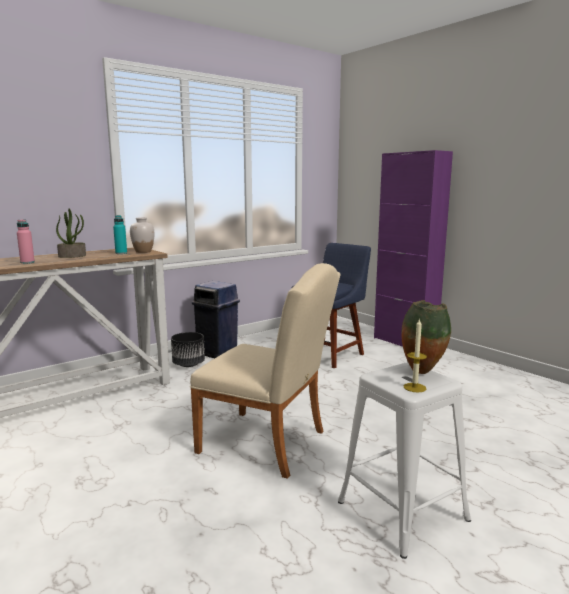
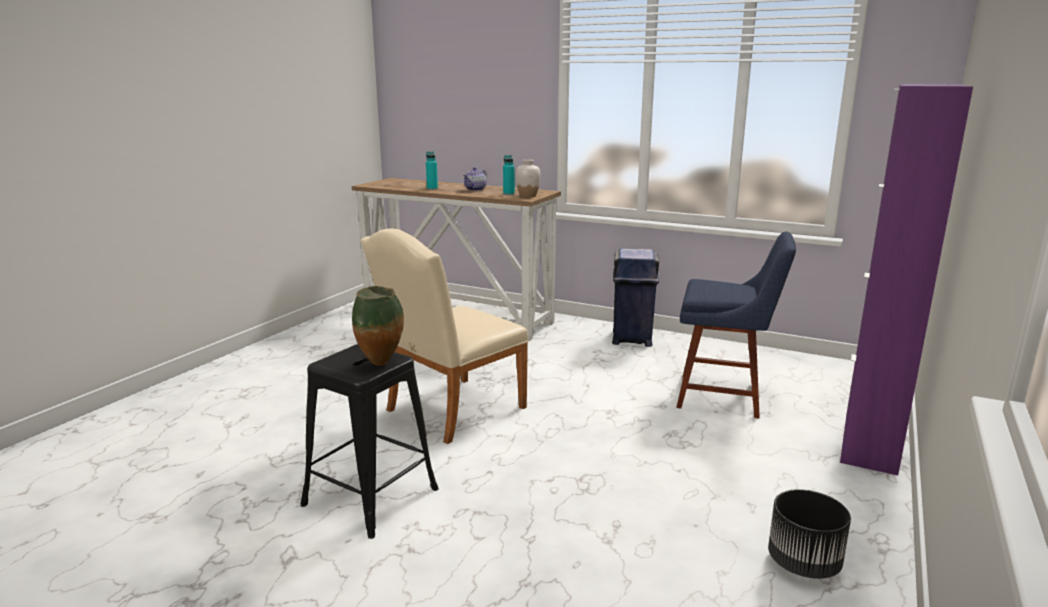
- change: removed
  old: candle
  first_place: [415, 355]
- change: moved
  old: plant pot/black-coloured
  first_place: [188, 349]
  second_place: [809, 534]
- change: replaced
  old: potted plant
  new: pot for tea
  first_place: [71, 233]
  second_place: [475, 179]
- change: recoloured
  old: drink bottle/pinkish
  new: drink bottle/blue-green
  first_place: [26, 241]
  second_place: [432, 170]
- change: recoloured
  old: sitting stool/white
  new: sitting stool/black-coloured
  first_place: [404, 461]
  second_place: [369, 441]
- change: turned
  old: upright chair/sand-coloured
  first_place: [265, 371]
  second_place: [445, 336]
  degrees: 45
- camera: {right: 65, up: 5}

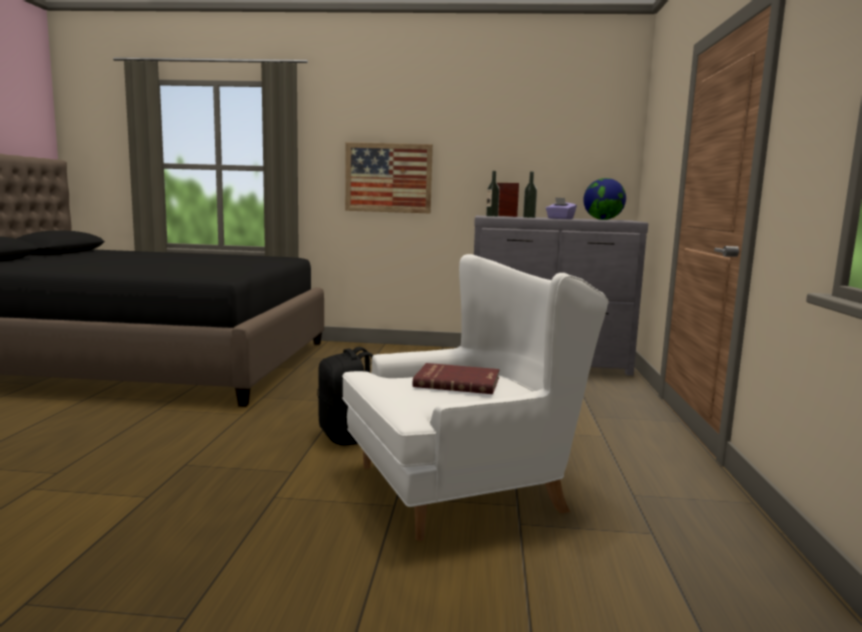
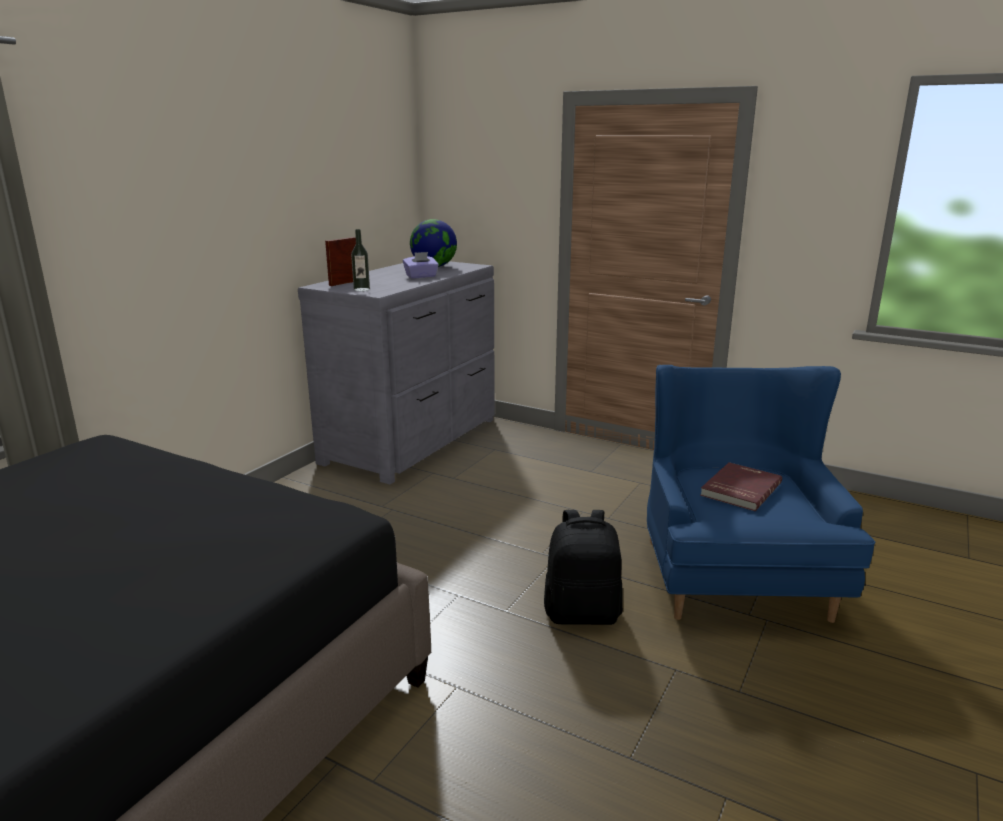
- change: removed
  old: wall art
  first_place: [389, 177]
- change: removed
  old: drink bottle
  first_place: [530, 194]
- change: recoloured
  old: easy chair/white
  new: easy chair/blue
  first_place: [475, 397]
  second_place: [761, 494]
- camera: {right: -65, up: 10}

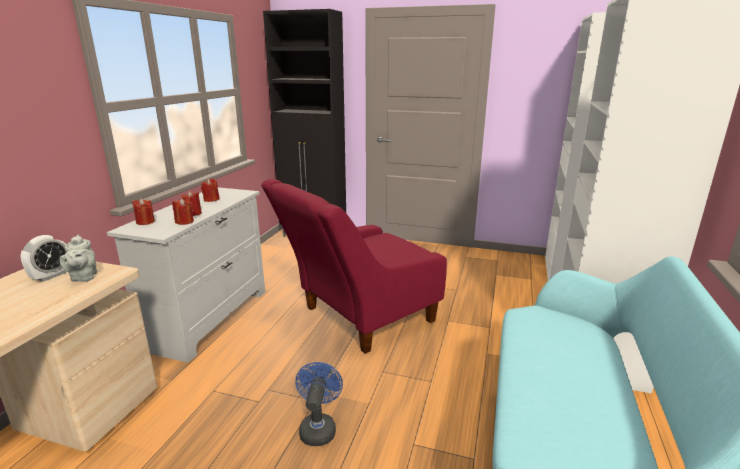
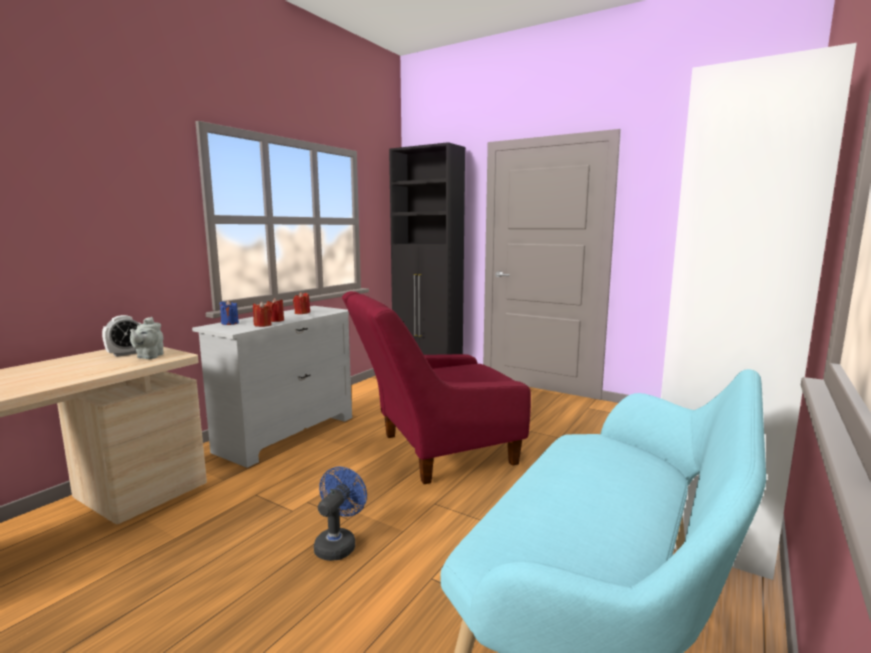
- change: recoloured
  old: candle/red
  new: candle/blue
  first_place: [143, 211]
  second_place: [229, 312]
- camera: {right: 15, up: -10}

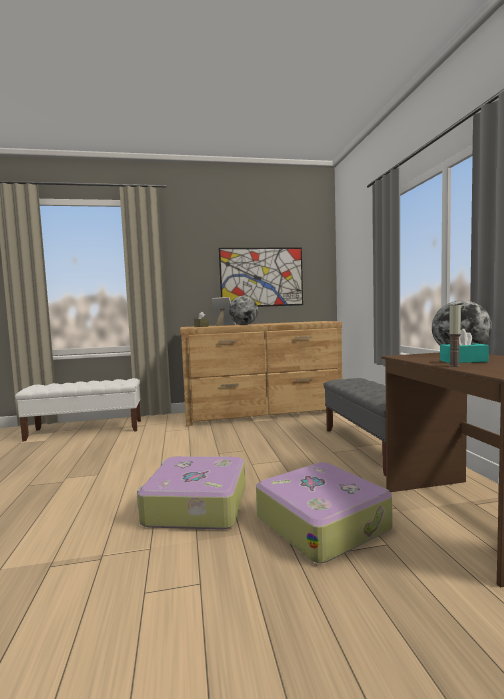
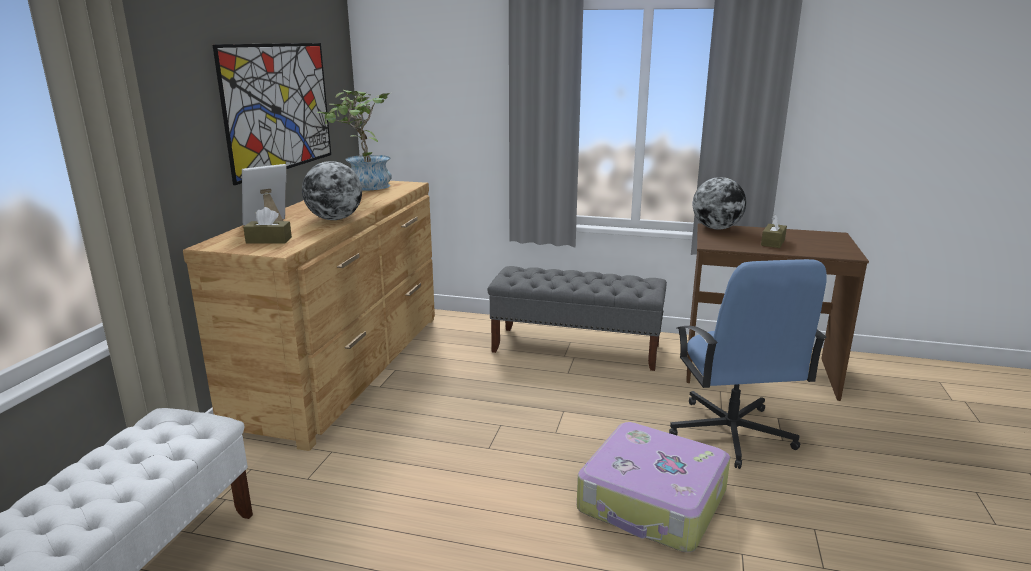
- change: removed
  old: candle
  first_place: [455, 336]
- change: added
  new: potted plant
  second_place: [354, 140]
- change: replaced
  old: travel case
  new: computer chair/blue
  first_place: [324, 512]
  second_place: [748, 364]
- change: recoloured
  old: box of tissues/blue-green
  new: box of tissues/brownish
  first_place: [464, 346]
  second_place: [774, 231]
- camera: {right: -65, up: 15}

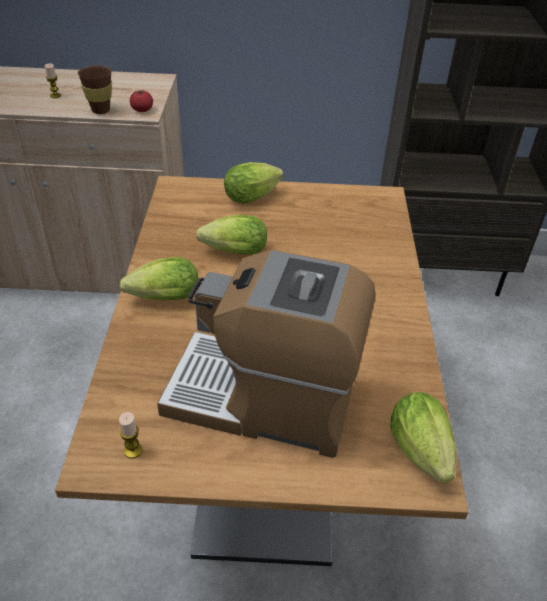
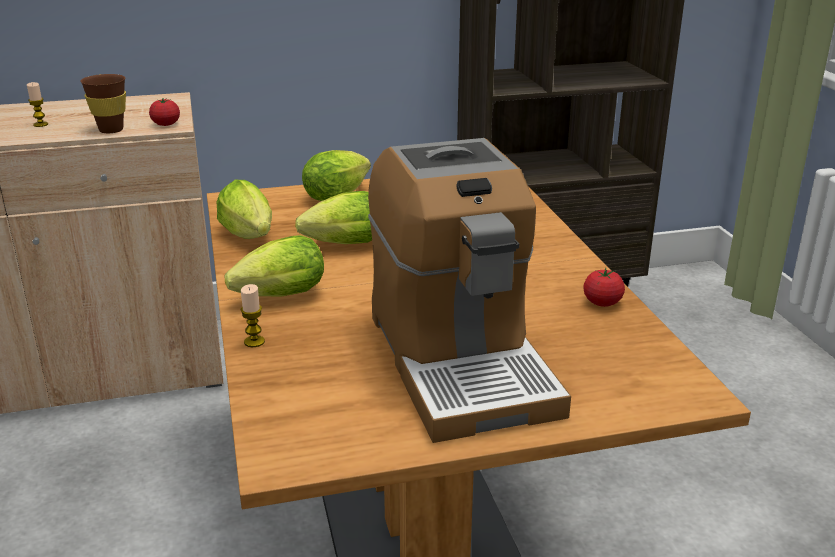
- change: added
  new: fresh tomato
  second_place: [604, 287]
- change: moved
  old: candle
  first_place: [130, 435]
  second_place: [253, 315]
- change: moved
  old: lettuce head
  first_place: [423, 437]
  second_place: [244, 209]
- change: turned
  old: coffee machine
  first_place: [266, 354]
  second_place: [469, 290]
  degrees: -105
- camera: {right: -15, up: -15}

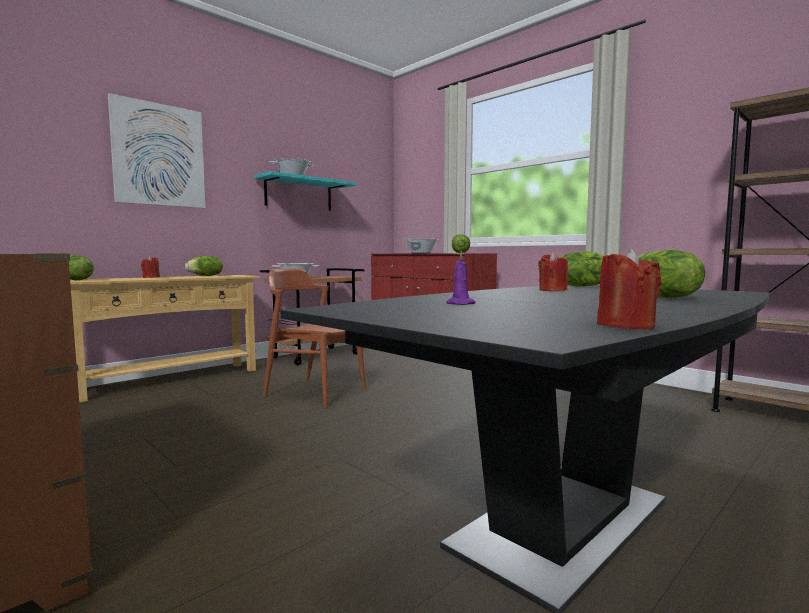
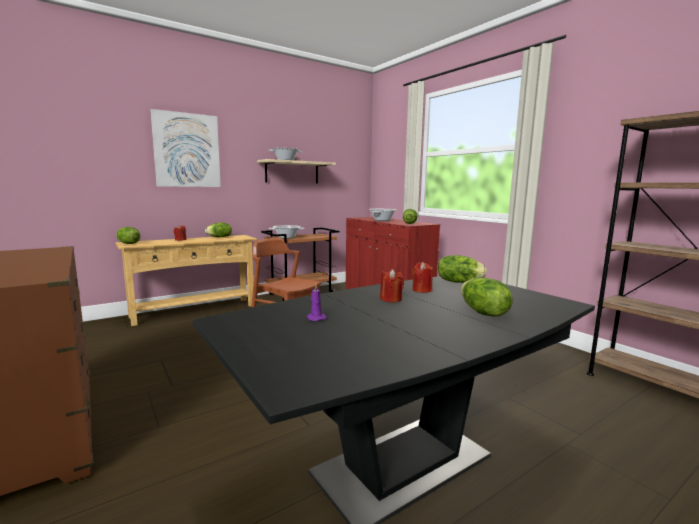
- change: moved
  old: candle/red
  first_place: [629, 289]
  second_place: [392, 286]
- change: recoloured
  old: bracket shelf/blue-green
  new: bracket shelf/sand-coloured
  first_place: [305, 191]
  second_place: [296, 171]
- camera: {right: 10, up: 5}

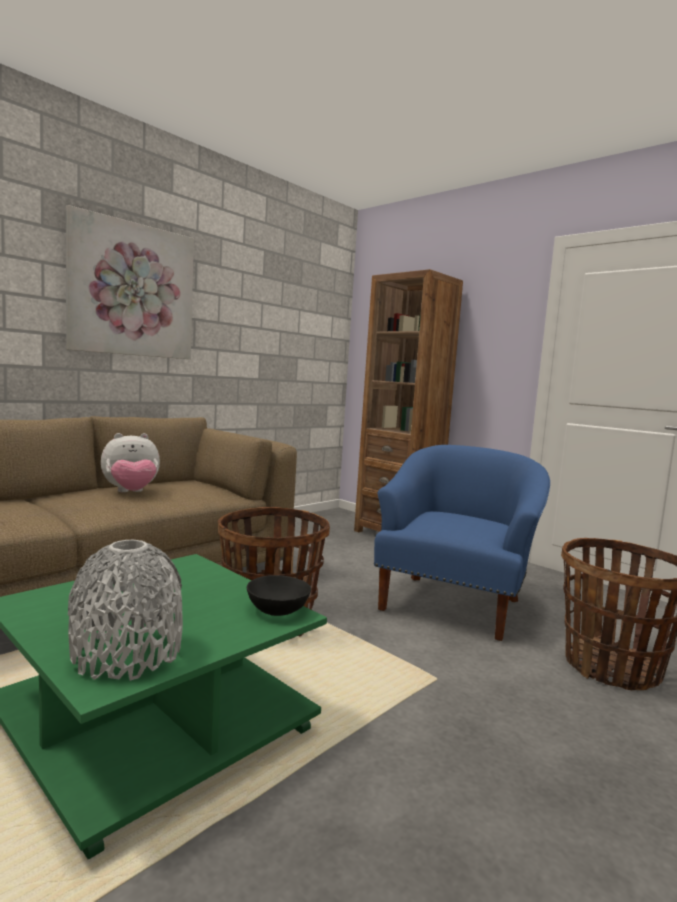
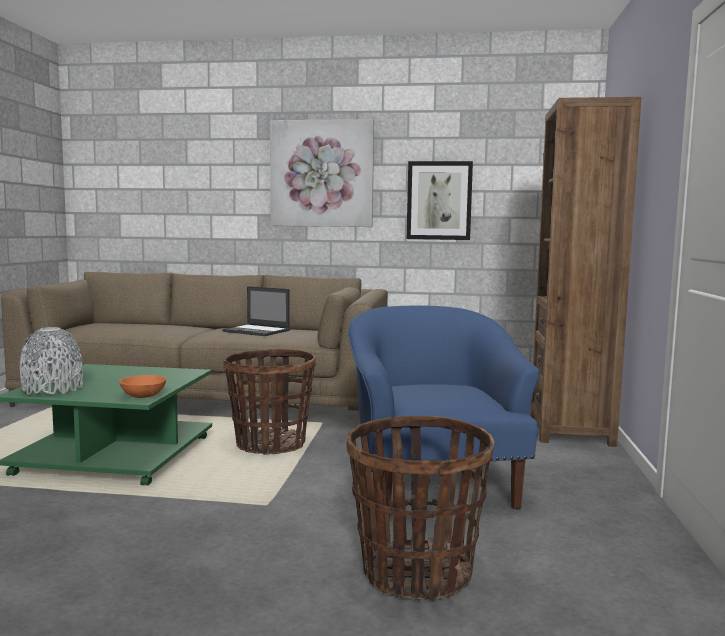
- change: added
  new: wall art
  second_place: [440, 200]
- change: replaced
  old: plush toy
  new: portable computer
  first_place: [130, 462]
  second_place: [256, 311]
- change: recoloured
  old: serving bowl/black-coloured
  new: serving bowl/orange-coloured
  first_place: [279, 595]
  second_place: [142, 386]
- change: turned
  old: easy chair/blue
  first_place: [462, 543]
  second_place: [444, 411]
  degrees: -90
- camera: {right: 55, up: 0}

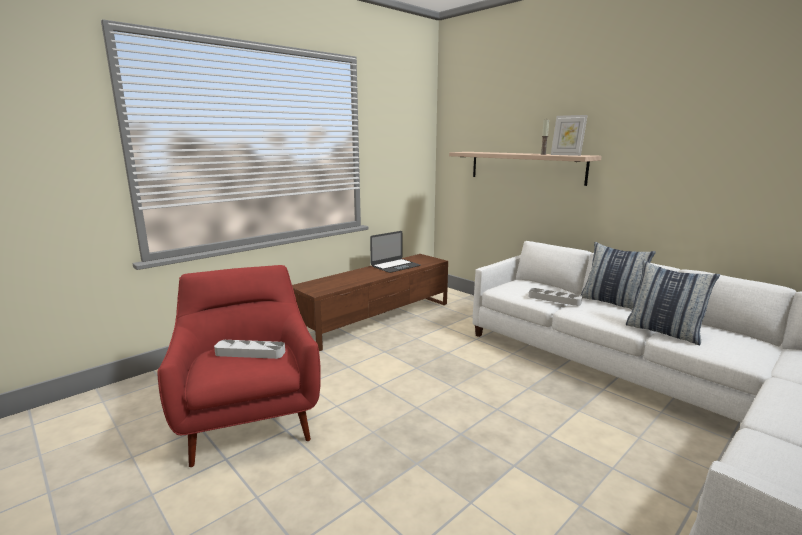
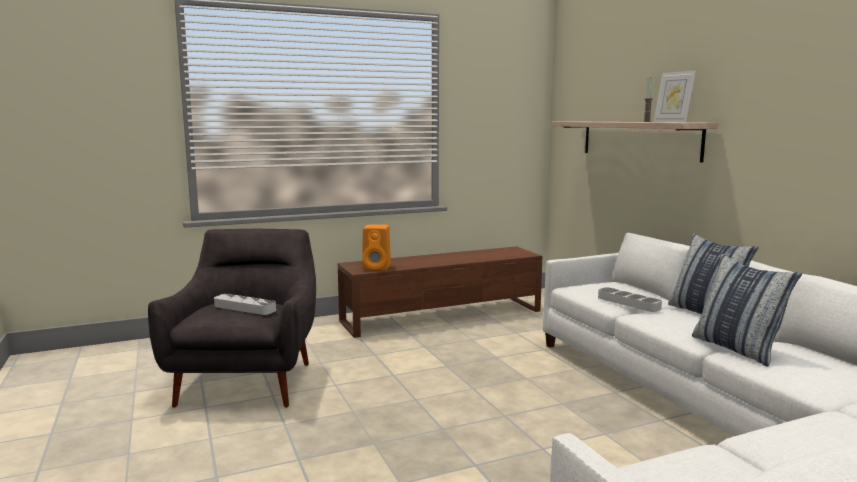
- change: removed
  old: portable computer
  first_place: [395, 252]
- change: added
  new: loudspeaker/orange-coloured
  second_place: [376, 247]
- change: recoloured
  old: easy chair/red
  new: easy chair/greyish
  first_place: [239, 366]
  second_place: [232, 318]
- camera: {right: 20, up: -5}

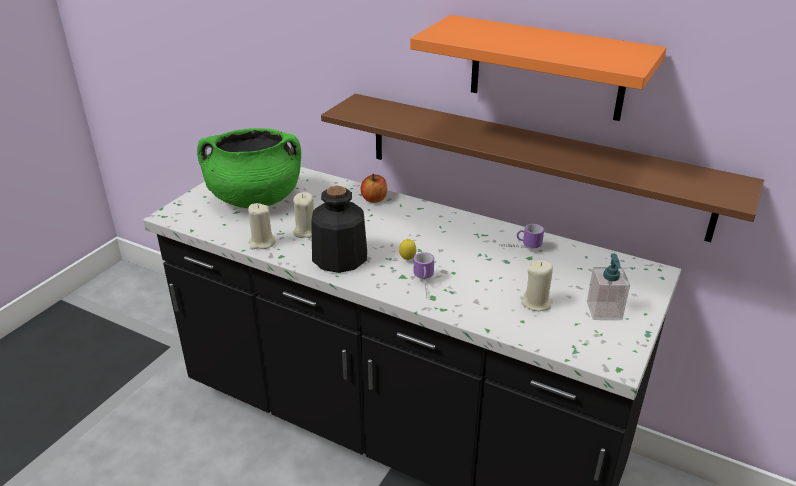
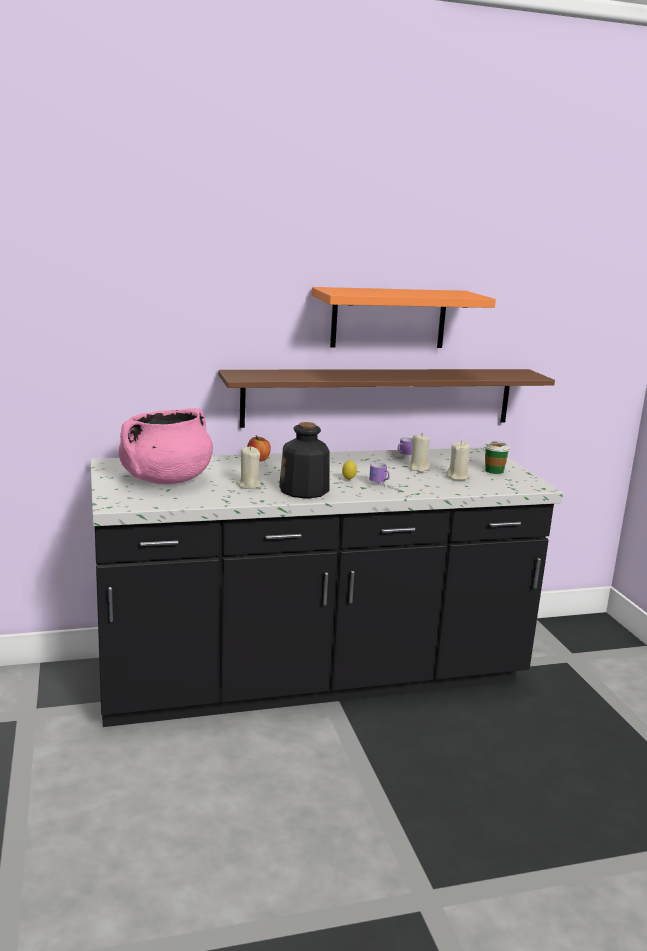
- change: moved
  old: candle/sand-coloured
  first_place: [262, 226]
  second_place: [419, 452]
- change: replaced
  old: liquid soap bottle
  new: small cup
  first_place: [608, 286]
  second_place: [497, 457]
- change: recoloured
  old: stockpot/green
  new: stockpot/pinkish
  first_place: [249, 168]
  second_place: [166, 446]
- camera: {right: -45, up: -15}

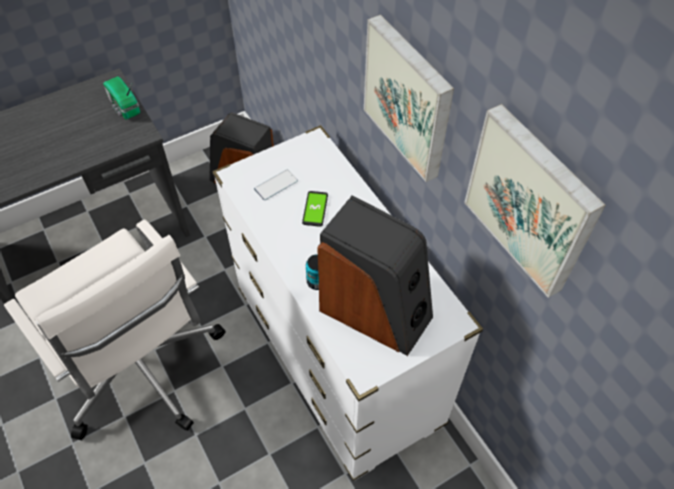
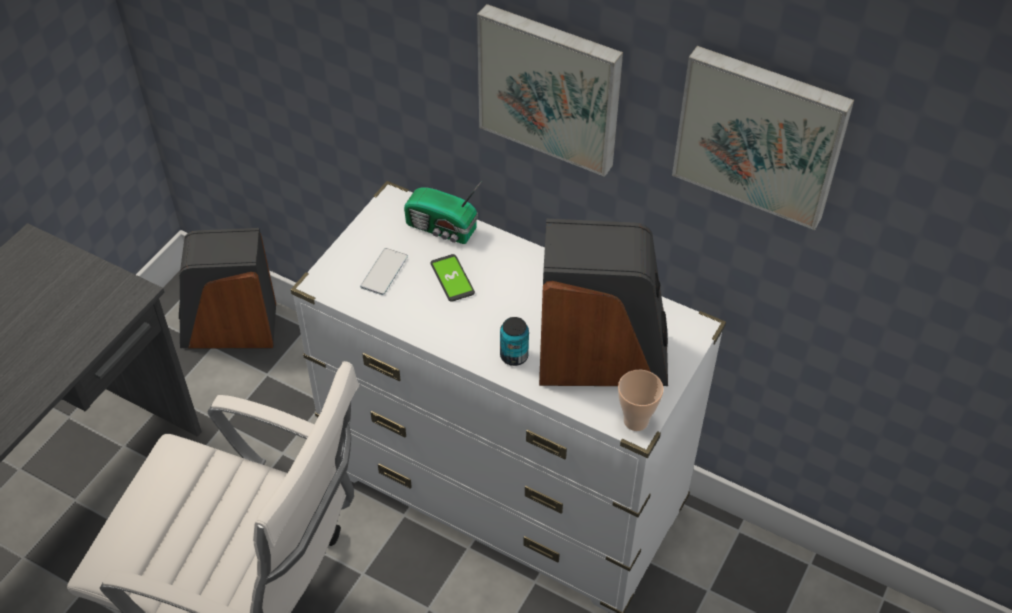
- change: added
  new: small cup
  second_place: [641, 400]
- change: moved
  old: radio set
  first_place: [121, 97]
  second_place: [443, 212]
- camera: {right: -30, up: -5}

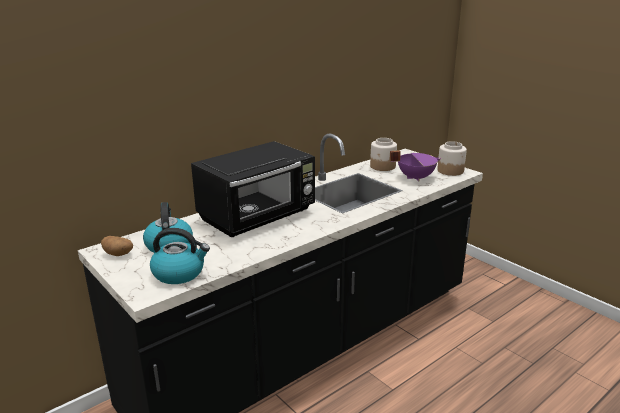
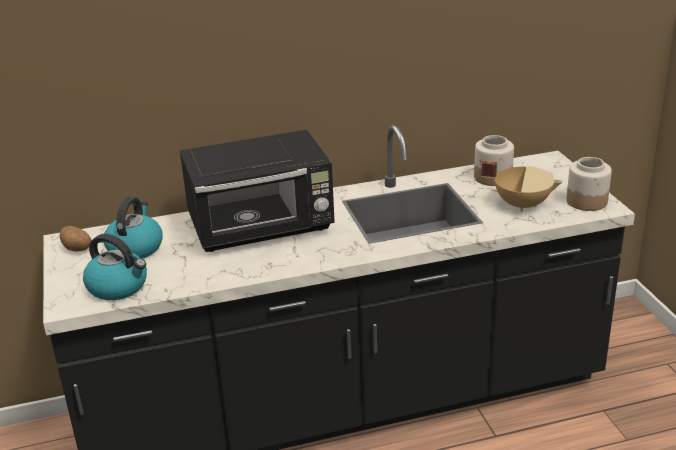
- change: recoloured
  old: stockpot/purple-coloured
  new: stockpot/sand-coloured
  first_place: [415, 166]
  second_place: [522, 186]
- camera: {right: 25, up: 5}

